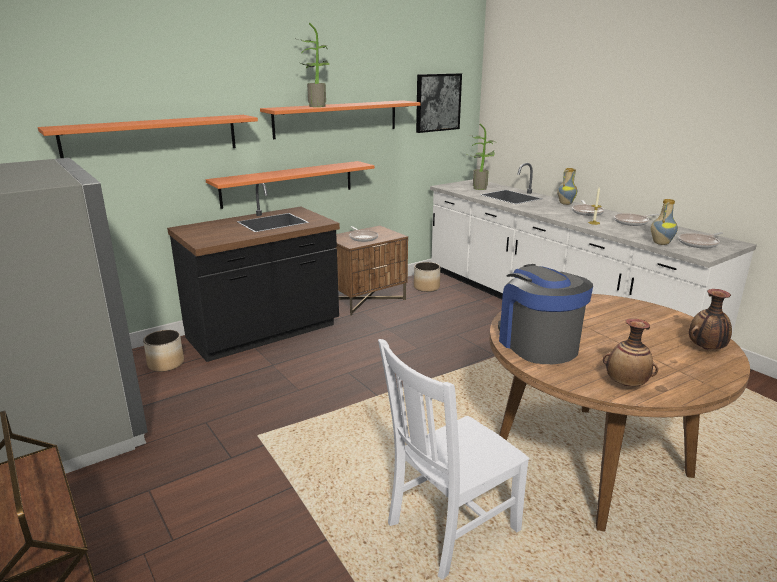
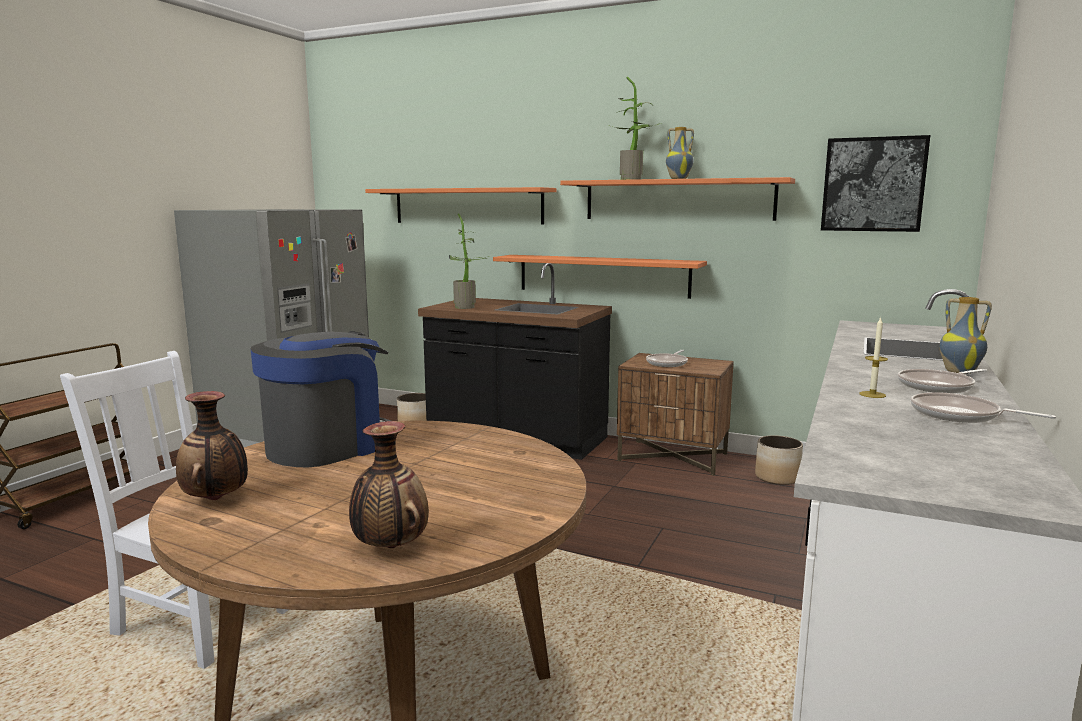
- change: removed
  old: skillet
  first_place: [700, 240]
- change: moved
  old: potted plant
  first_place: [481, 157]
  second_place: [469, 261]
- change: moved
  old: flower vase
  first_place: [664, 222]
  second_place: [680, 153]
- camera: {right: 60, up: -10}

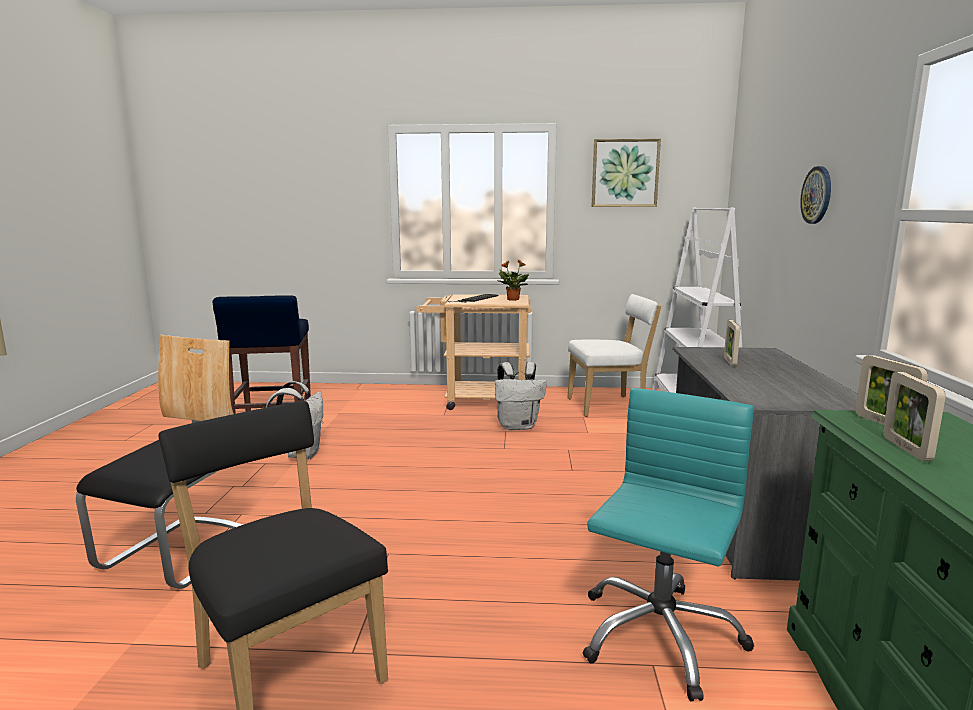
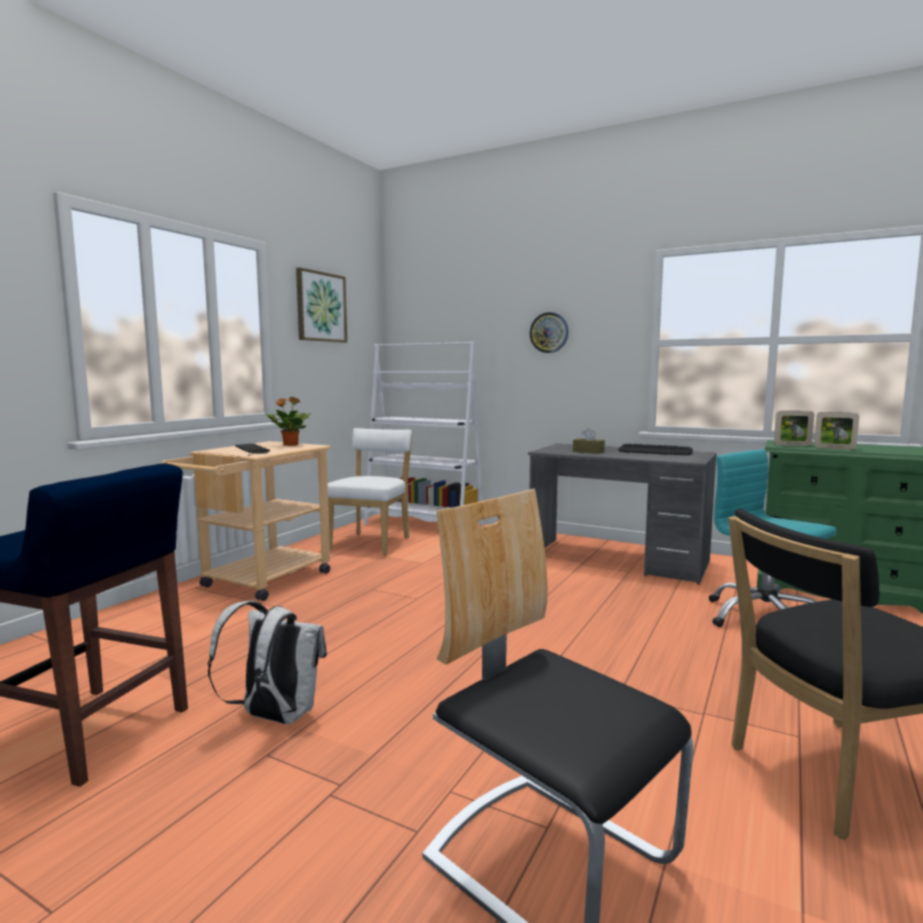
- change: removed
  old: knapsack/white
  first_place: [521, 396]
- change: added
  new: PC keyboard
  second_place: [655, 449]
- change: replaced
  old: standing frame
  new: box of tissues/brownish
  first_place: [732, 343]
  second_place: [589, 441]
- camera: {right: -65, up: -5}

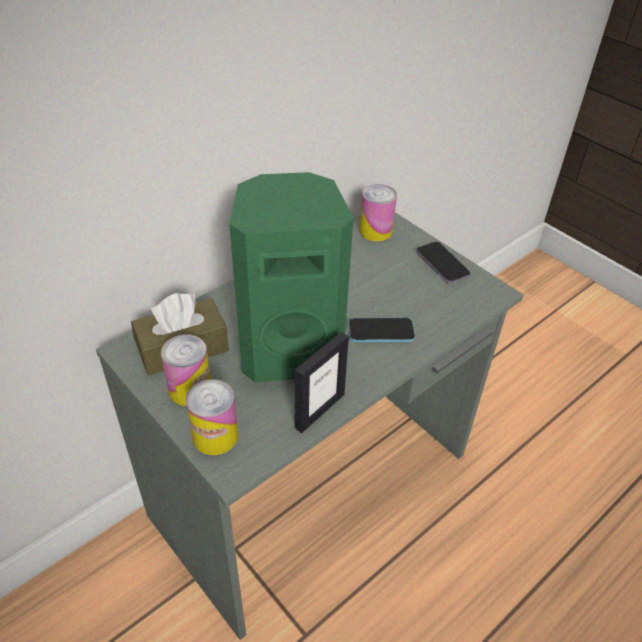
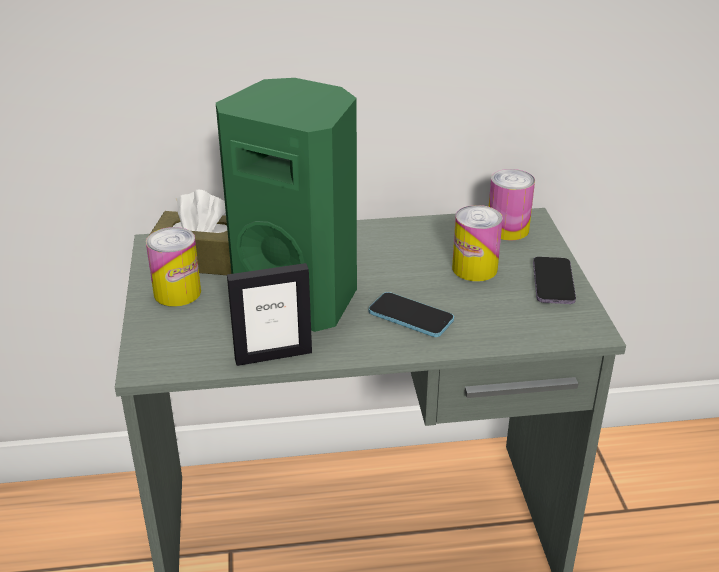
- change: moved
  old: sealed can
  first_place: [212, 417]
  second_place: [477, 243]
- camera: {right: 35, up: -10}

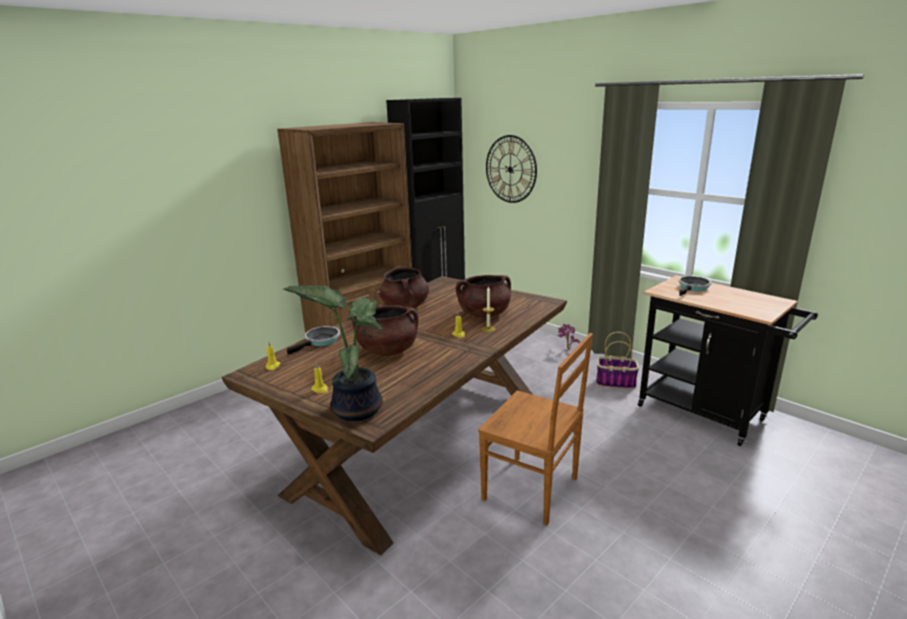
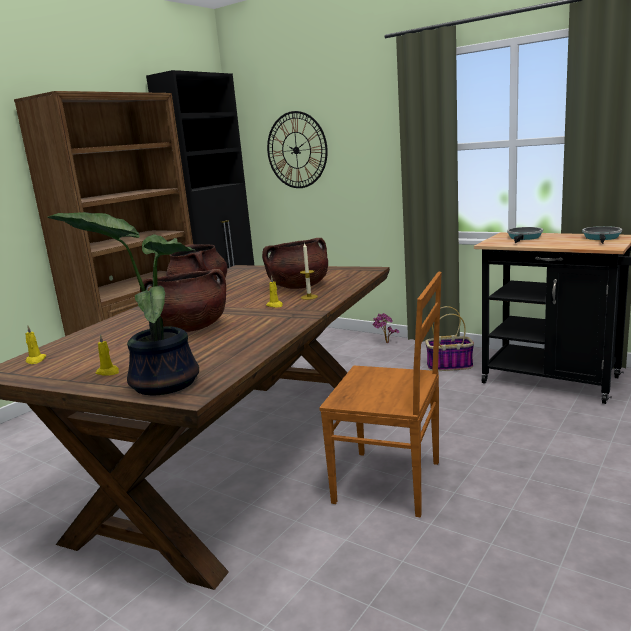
- change: moved
  old: skillet
  first_place: [313, 340]
  second_place: [602, 235]
- camera: {right: -10, up: -5}

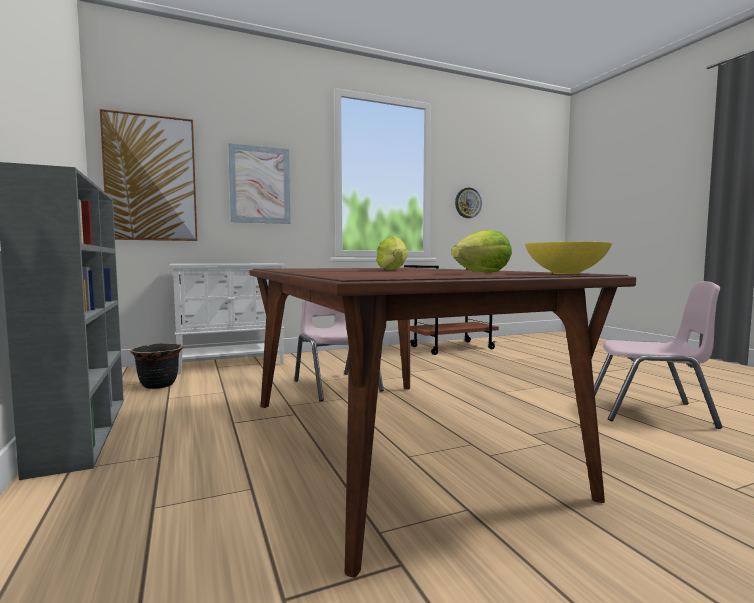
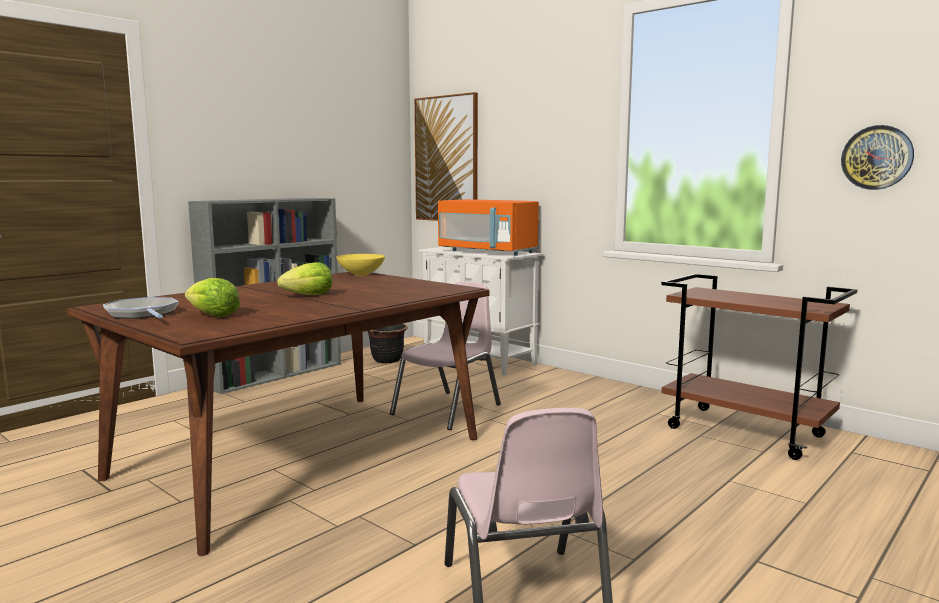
- change: removed
  old: wall art
  first_place: [259, 183]
- change: added
  new: skillet
  second_place: [141, 308]
- change: added
  new: kitchen microwave/orange-coloured
  second_place: [488, 227]
- change: moved
  old: serving bowl/yellow-coloured
  first_place: [568, 258]
  second_place: [360, 265]
- camera: {right: 65, up: 5}

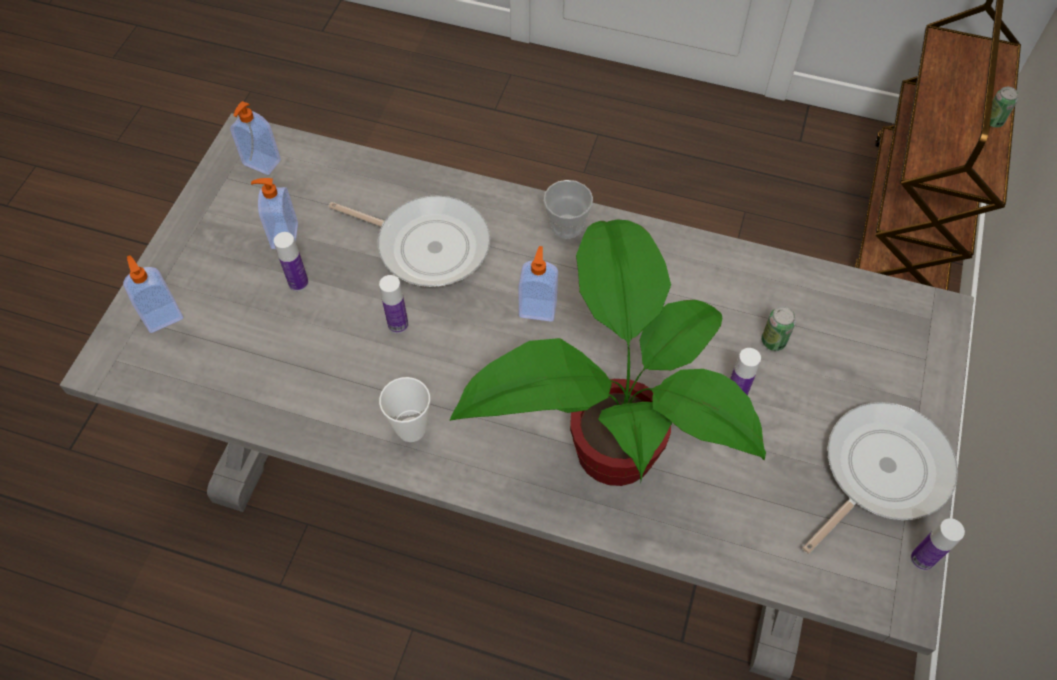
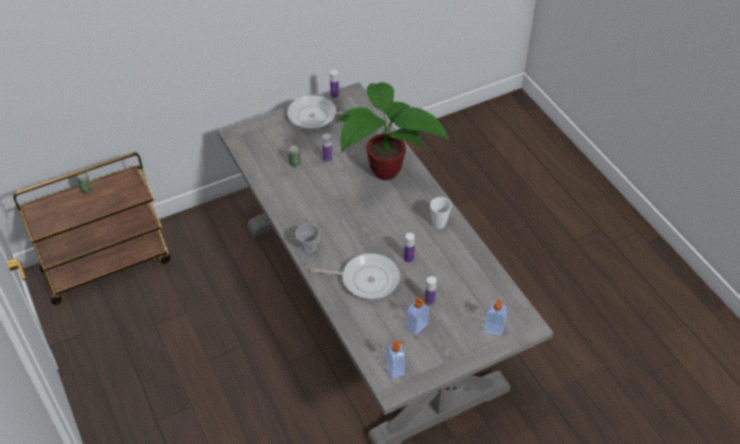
- change: removed
  old: liquid soap bottle
  first_place: [538, 284]
- change: turned
  old: skillet
  first_place: [409, 241]
  second_place: [355, 276]
  degrees: 120
- camera: {right: -135, up: -10}

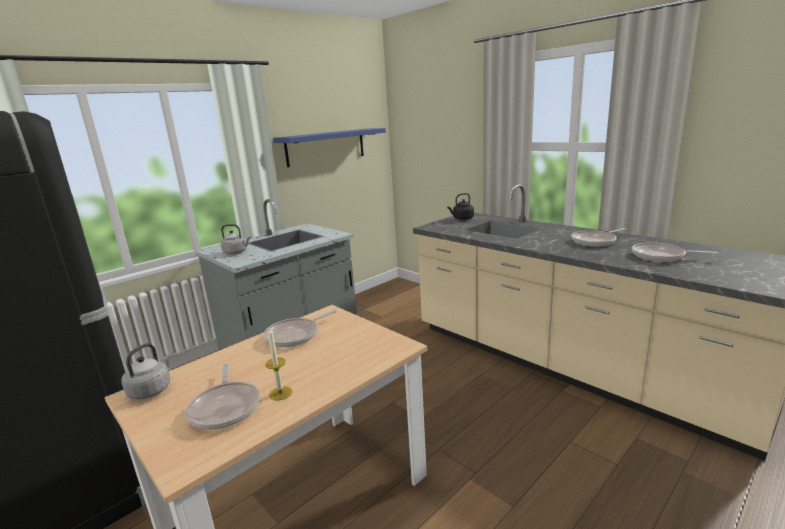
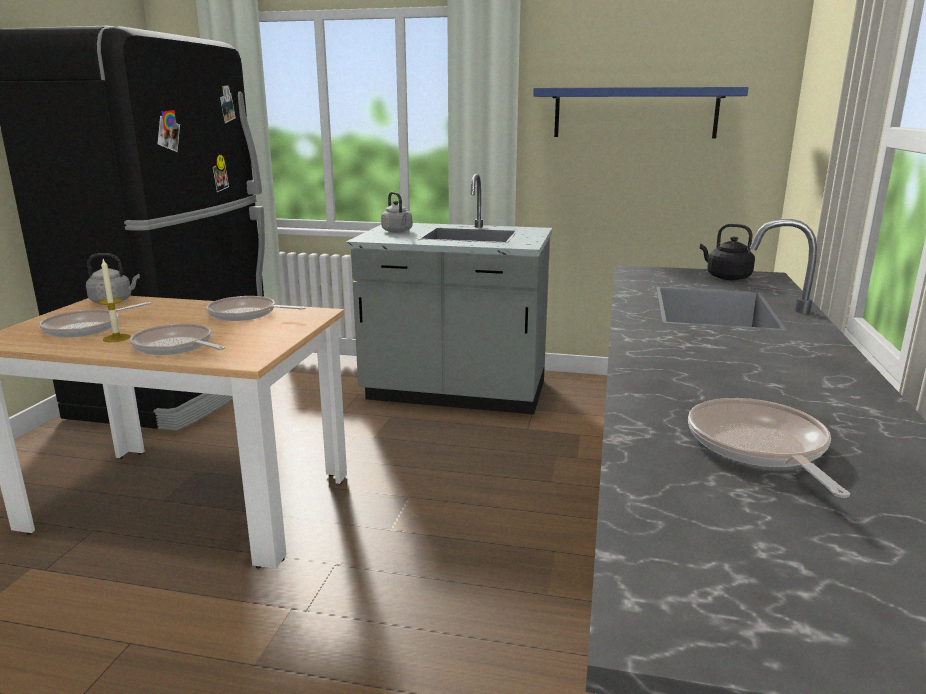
- change: moved
  old: skillet
  first_place: [599, 237]
  second_place: [177, 339]
- camera: {right: 55, up: 0}

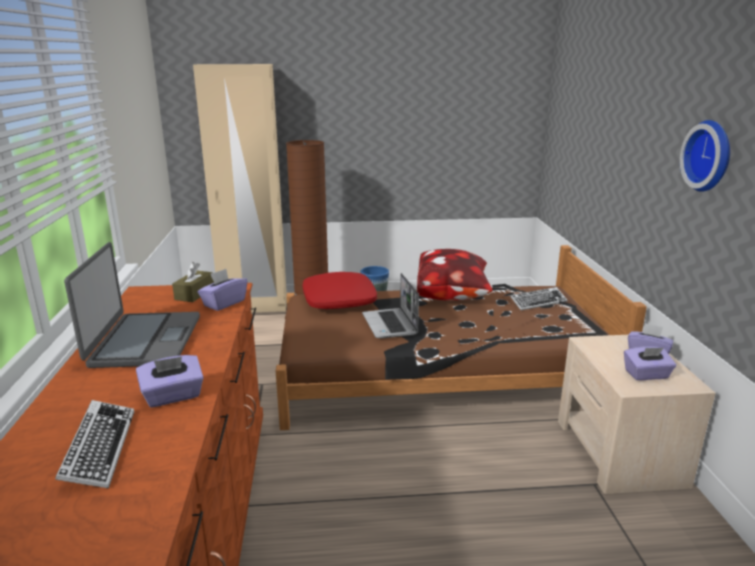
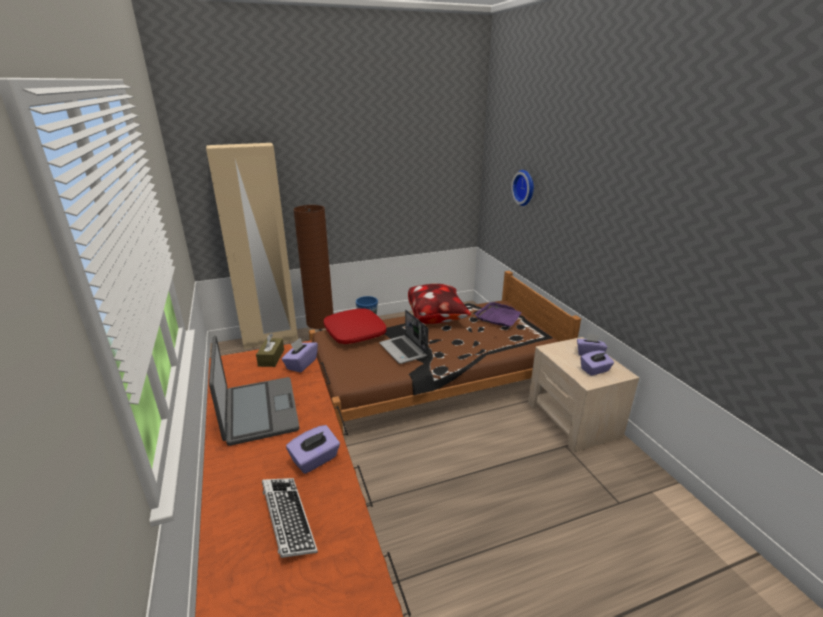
- change: moved
  old: wall clock
  first_place: [705, 156]
  second_place: [522, 188]
- change: replaced
  old: PC keyboard
  new: tray/purple-coloured
  first_place: [538, 298]
  second_place: [498, 314]
- camera: {right: -15, up: 5}

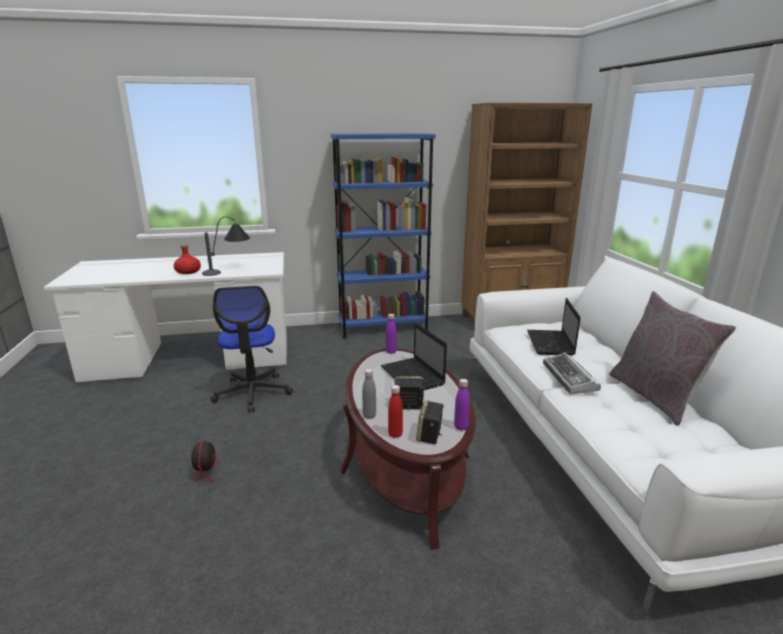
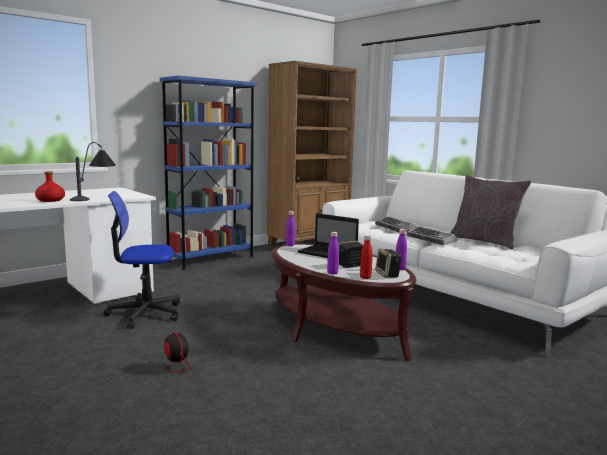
- change: replaced
  old: portable computer
  new: PC keyboard
  first_place: [554, 327]
  second_place: [396, 224]
- change: recoloured
  old: drink bottle/greyish
  new: drink bottle/purple-coloured
  first_place: [369, 394]
  second_place: [333, 253]
- change: turned
  old: computer chair
  first_place: [251, 349]
  second_place: [141, 260]
  degrees: 120
- camera: {right: -30, up: -10}

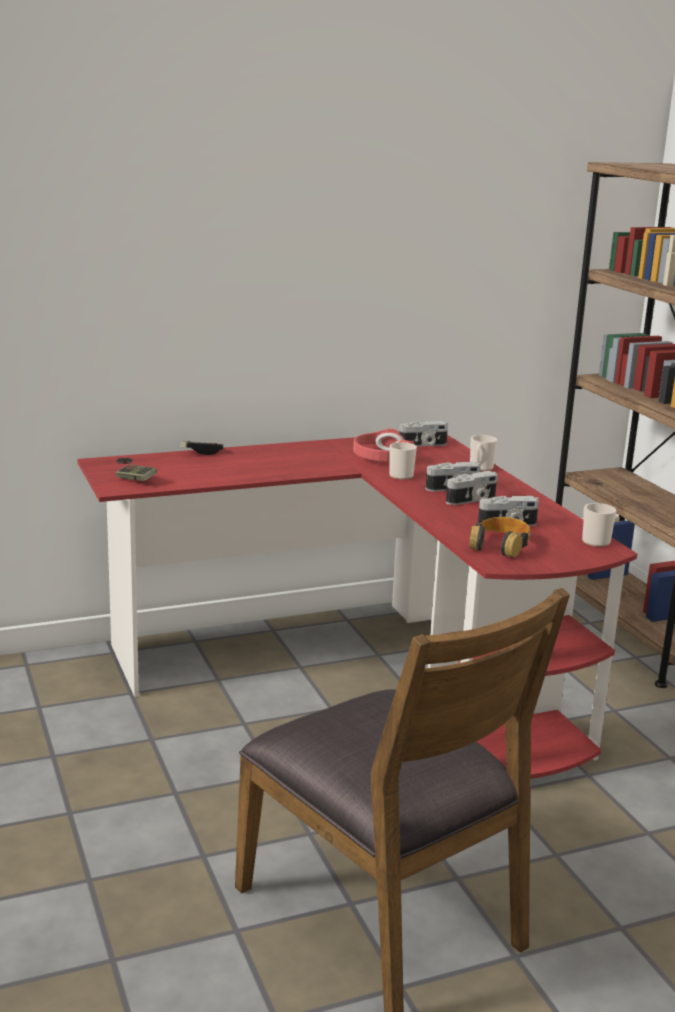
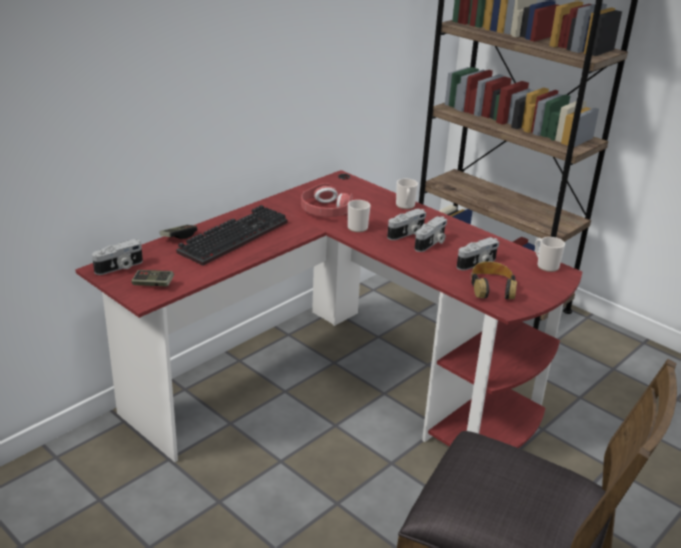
- change: added
  new: PC keyboard
  second_place: [232, 235]
- change: moved
  old: still camera
  first_place: [423, 433]
  second_place: [117, 257]
- camera: {right: -25, up: 10}

